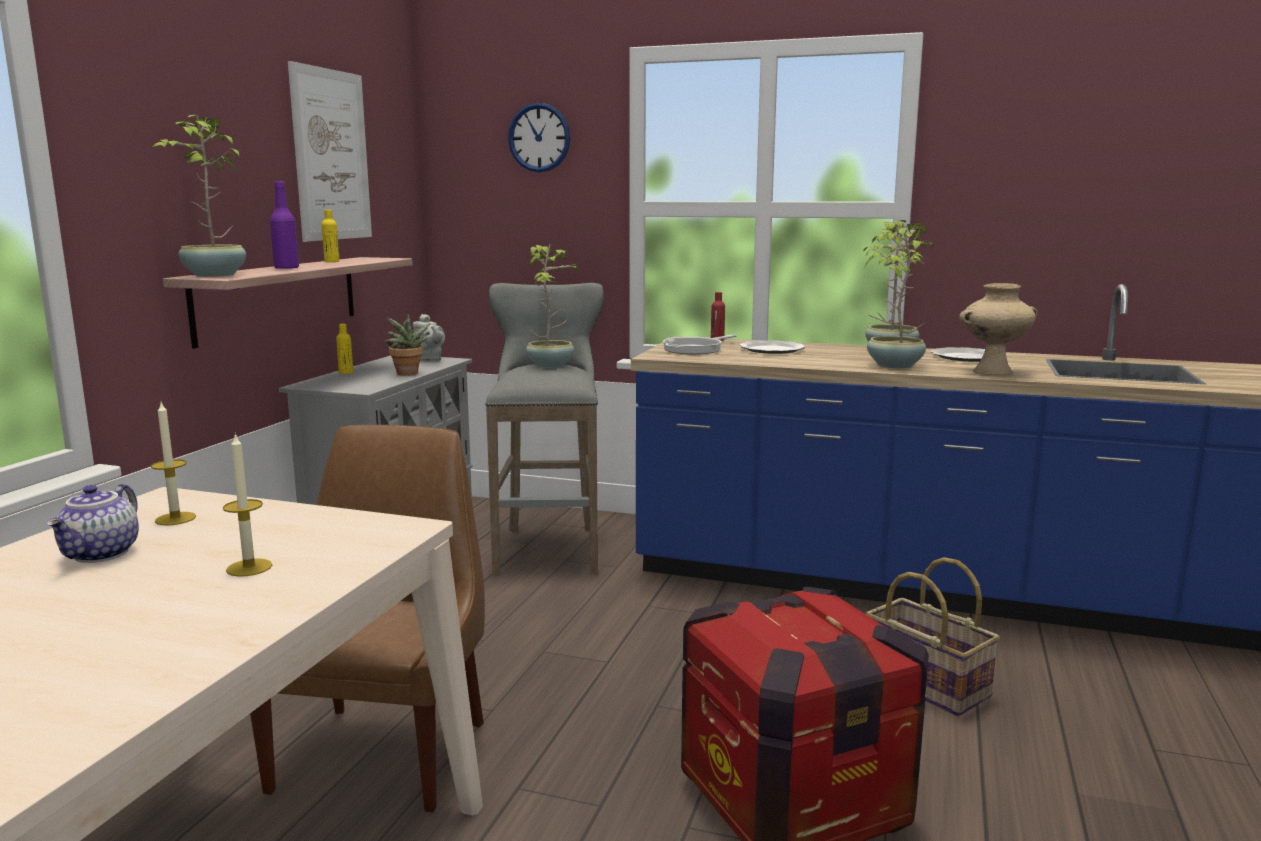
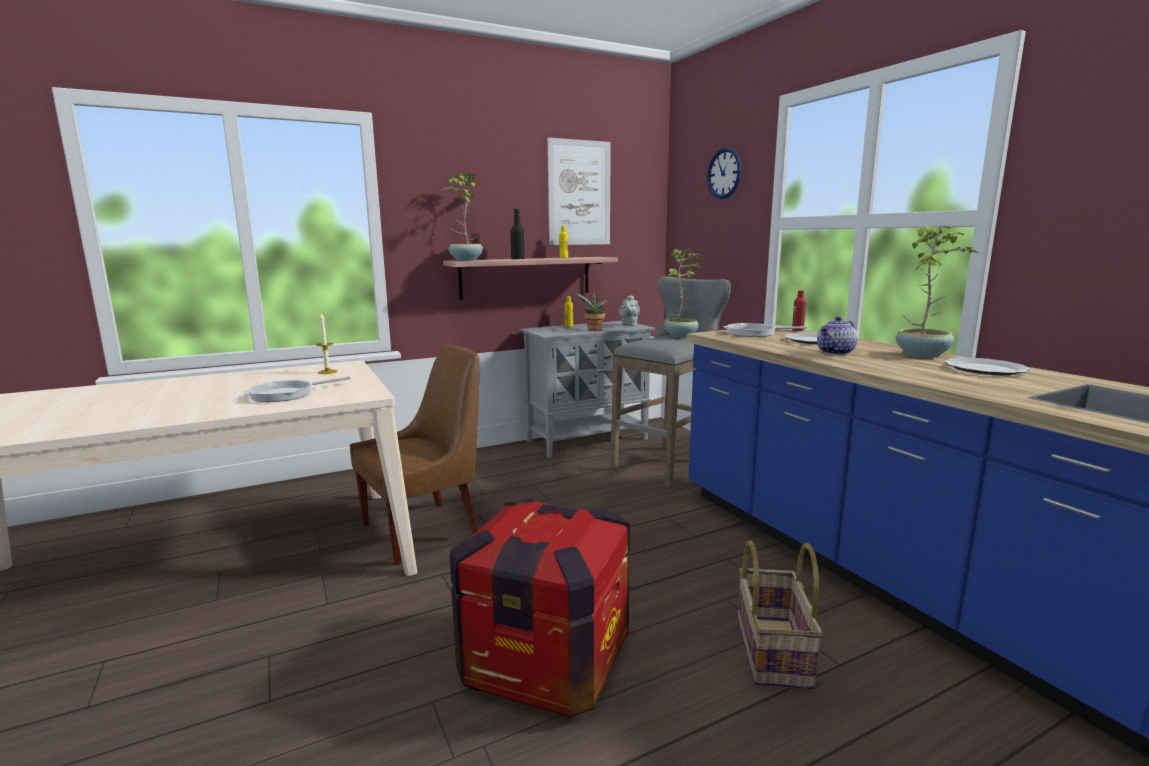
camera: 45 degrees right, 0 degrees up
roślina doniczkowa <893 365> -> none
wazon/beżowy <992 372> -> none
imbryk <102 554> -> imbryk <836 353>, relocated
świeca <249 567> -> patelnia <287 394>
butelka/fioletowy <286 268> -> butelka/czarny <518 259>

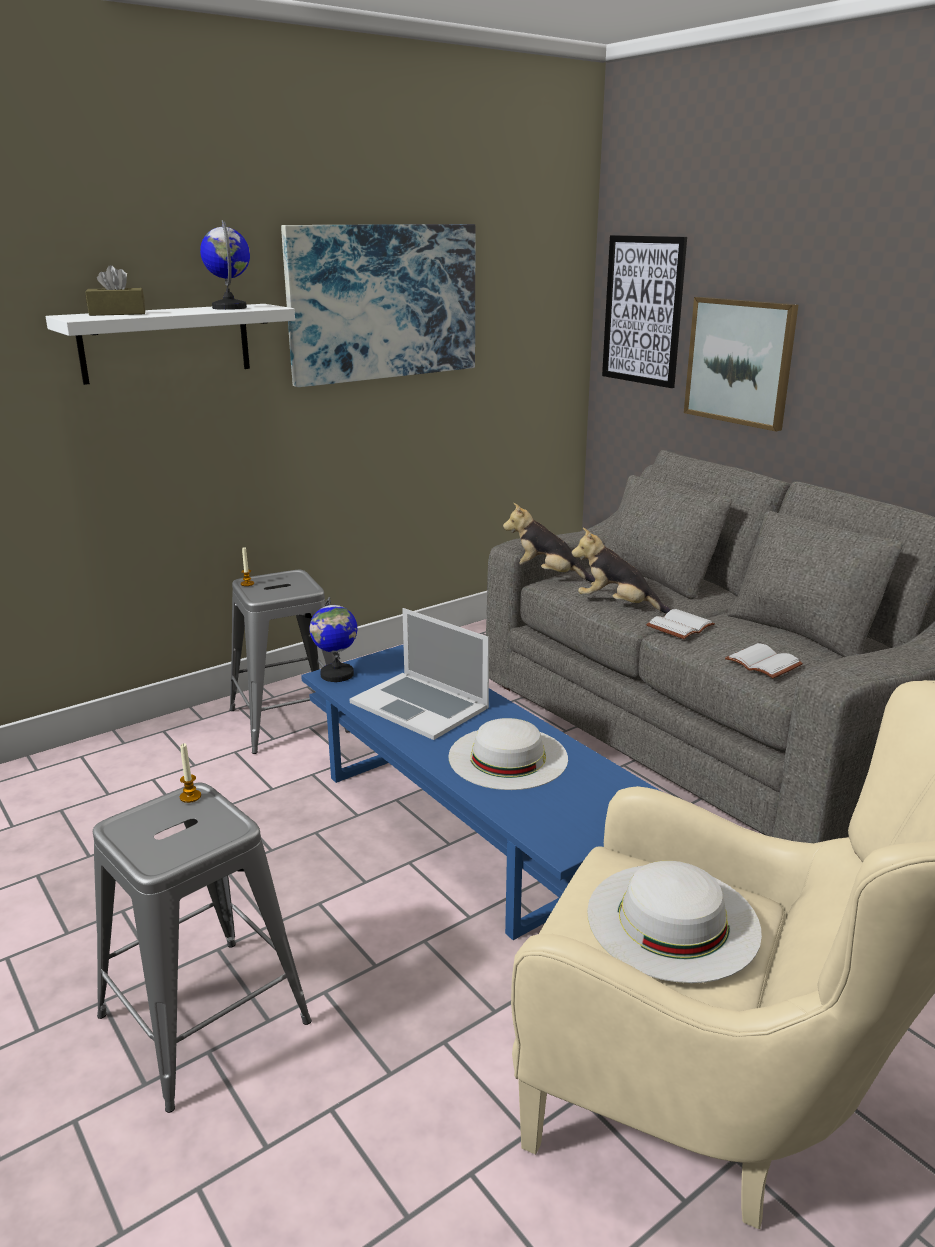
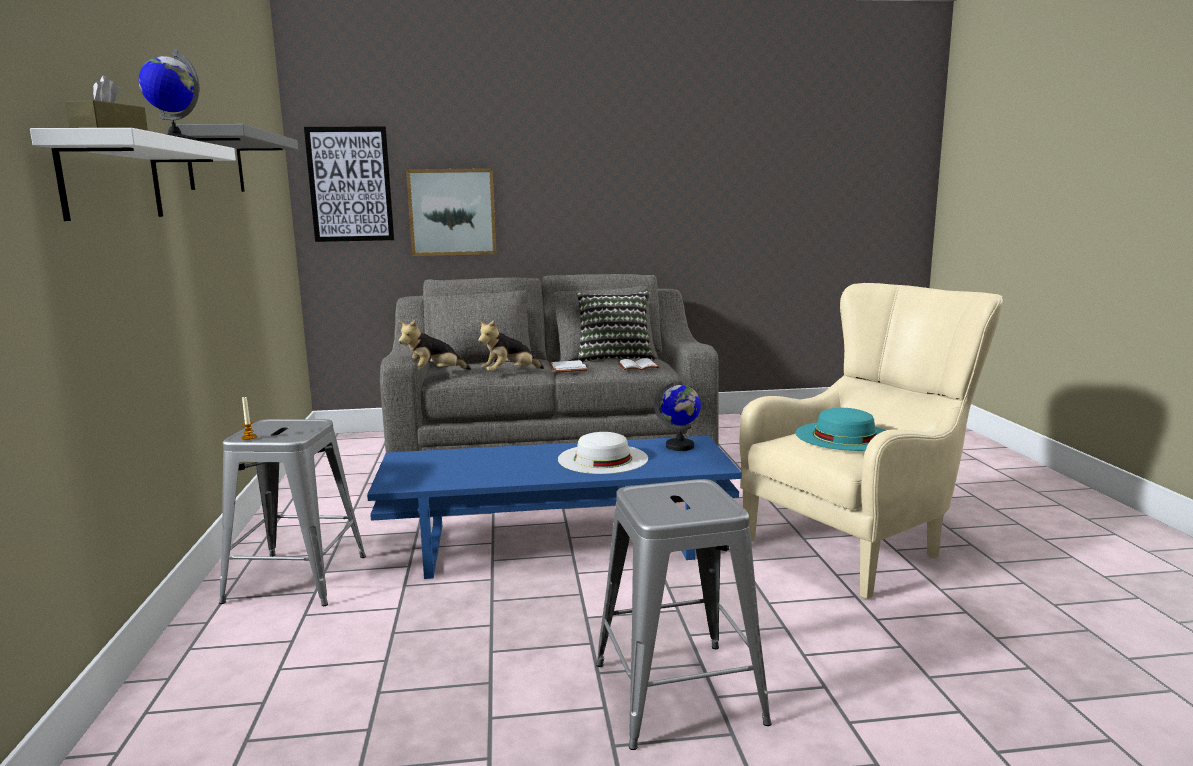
camera: 60 degrees left, 10 degrees down
świeca <190 796> -> none
laptop <420 705> -> none
none -> poduszka <614 358>
globus <336 674> -> globus <680 446>, relocated
obraz <383 302> -> półka/szary <215 162>
kapelusz/biały <673 920> -> kapelusz/turkusowy <844 436>

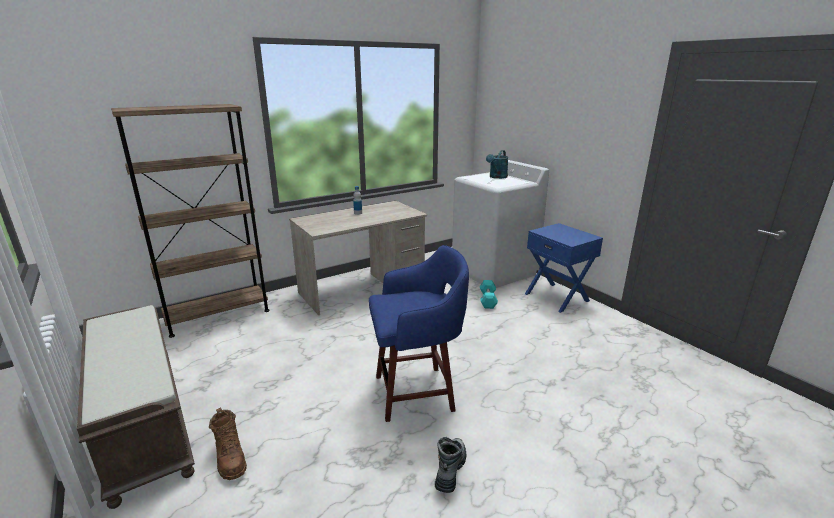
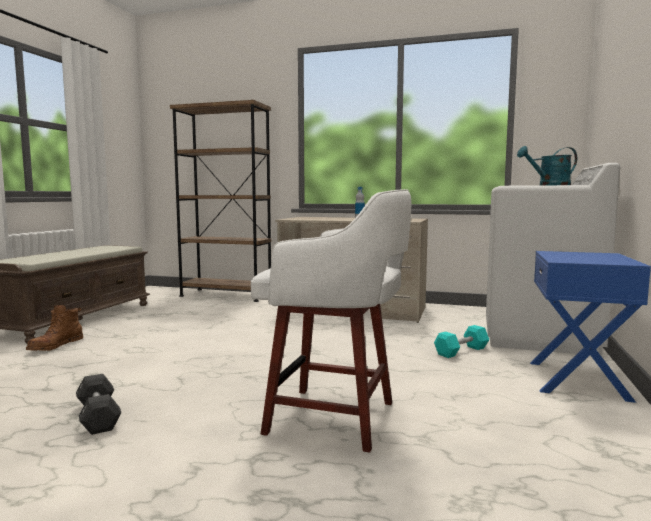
camera: 50 degrees right, 15 degrees down
stołek/niebieski <417 392> -> none
none -> stołek/biały <336 418>
but z cholewką <450 469> -> hantel/czarny <98 416>

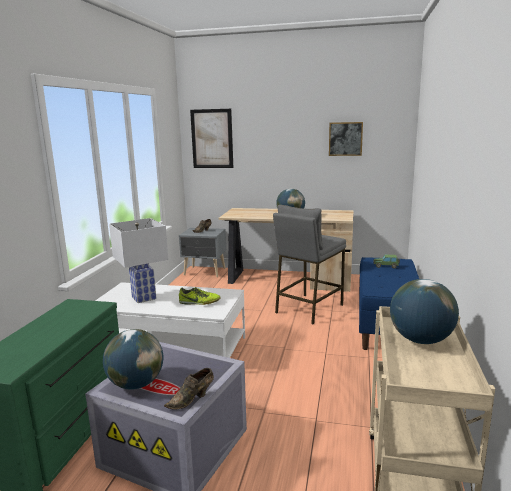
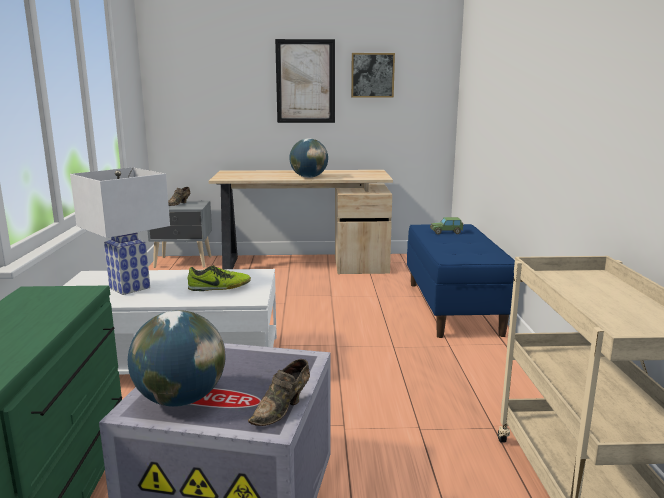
camera: 15 degrees left, 0 degrees up
stołek/szary <308 308> -> none
globus <421 340> -> none
obraz <212 139> -> obraz <305 81>, relocated

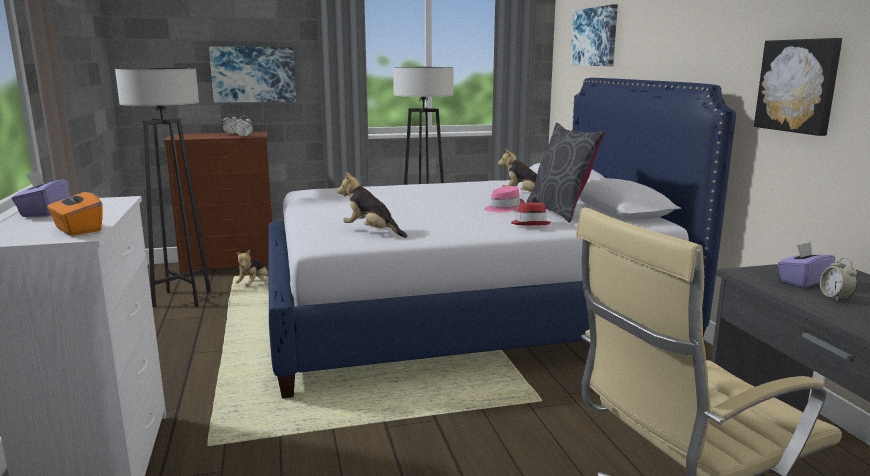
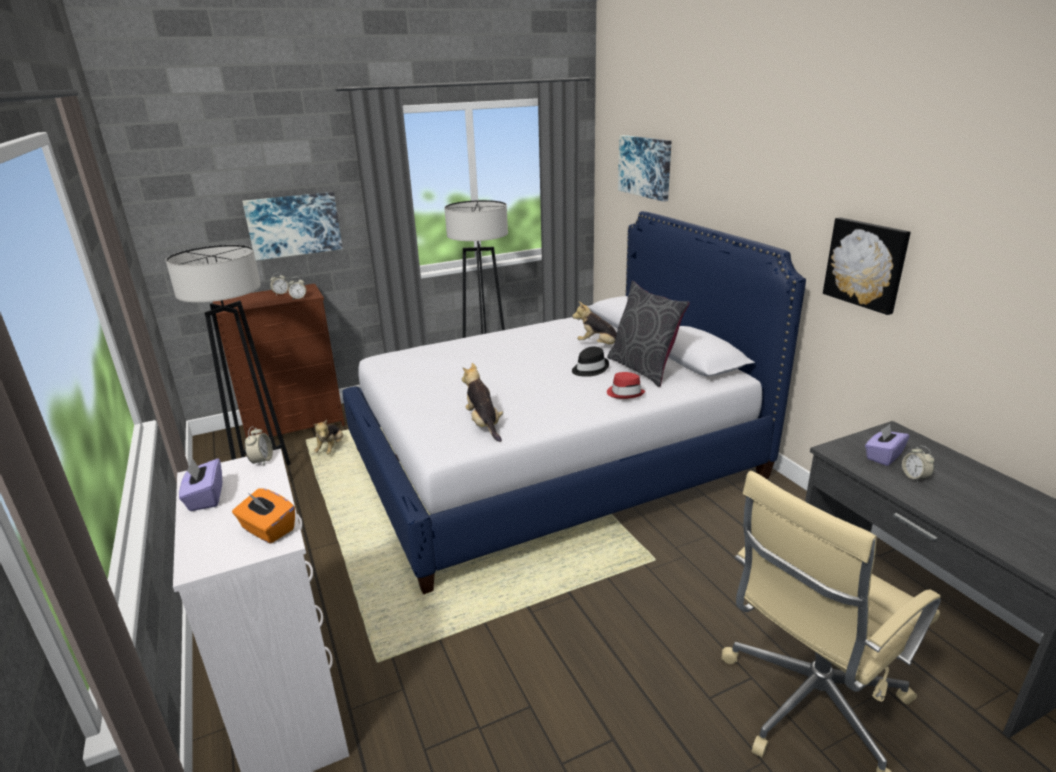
camera: 10 degrees left, 10 degrees up
none -> budzik <262 461>
kapelusz/różowy <503 208> -> kapelusz/czarny <589 369>
pluszak <371 232> -> pluszak <484 424>, 45 degrees clockwise

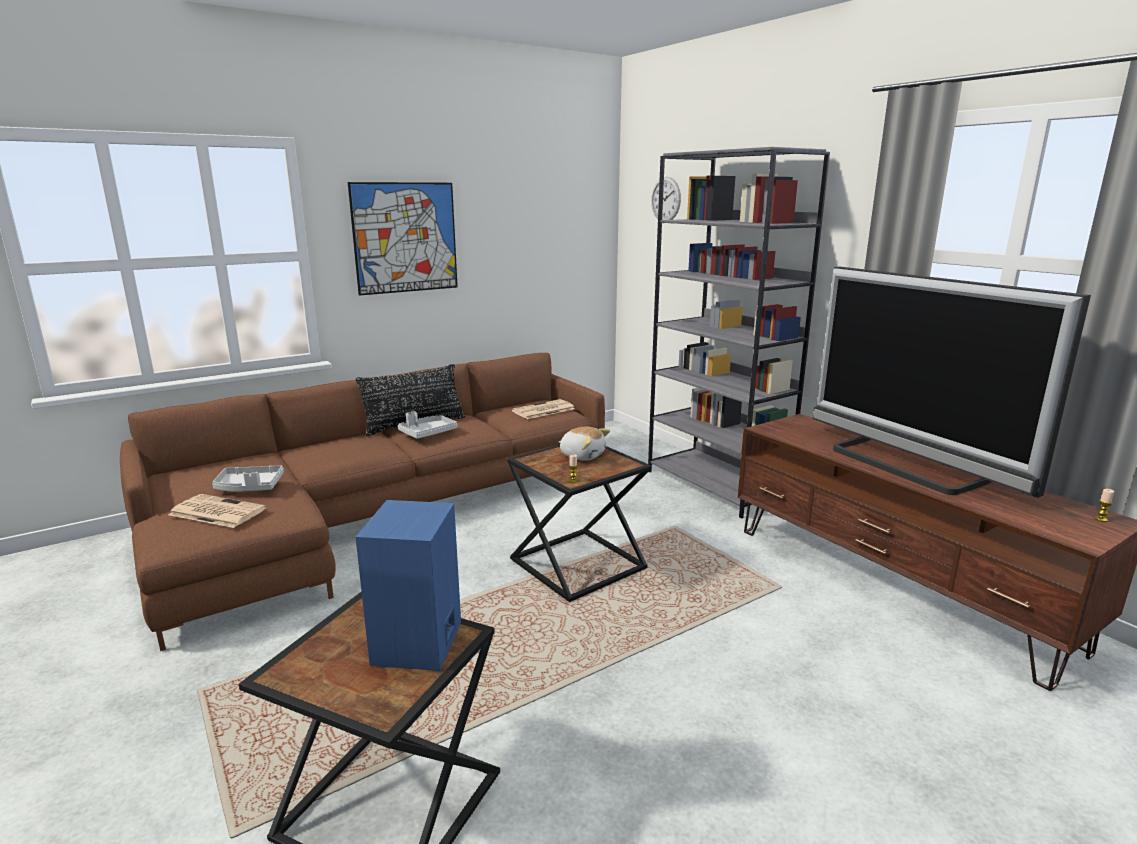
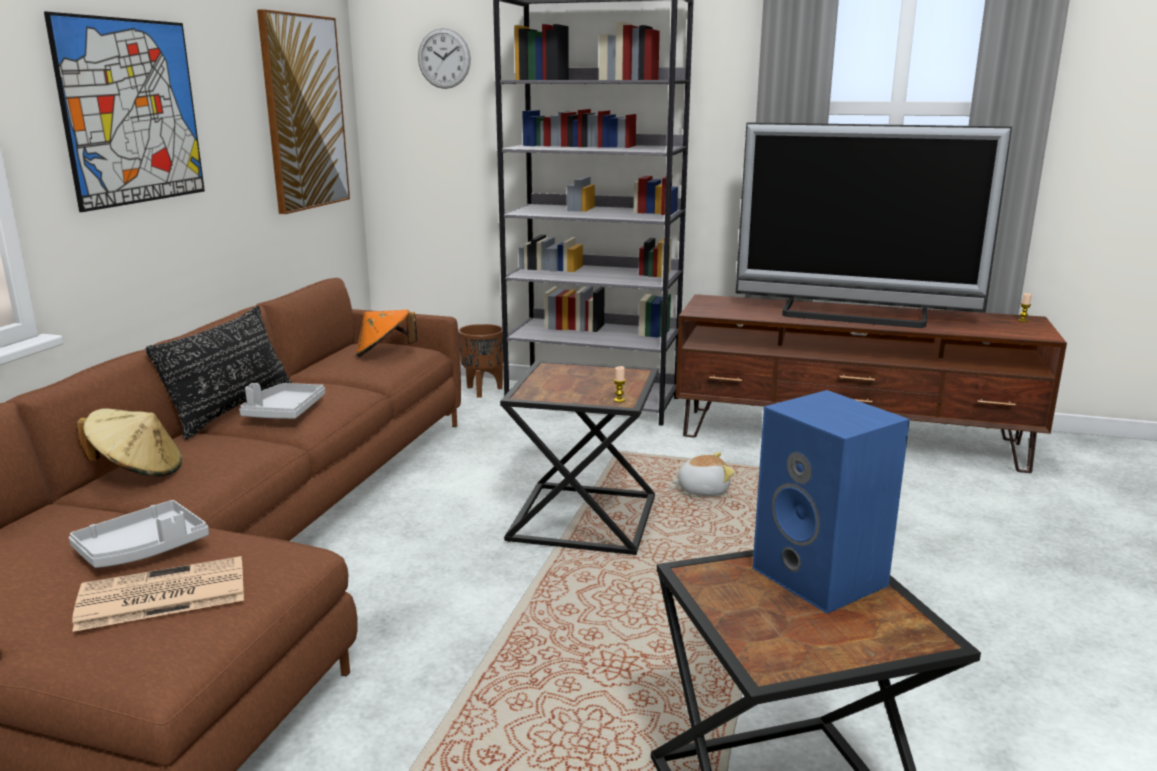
camera: 40 degrees left, 0 degrees up
none -> kapelusz/beżowy <138 471>
none -> obraz <304 113>
none -> donica/brązowy <482 391>
pluszak <582 455> -> pluszak <702 490>, relocated
gazeta <543 410> -> kapelusz/pomarańczowy <384 353>

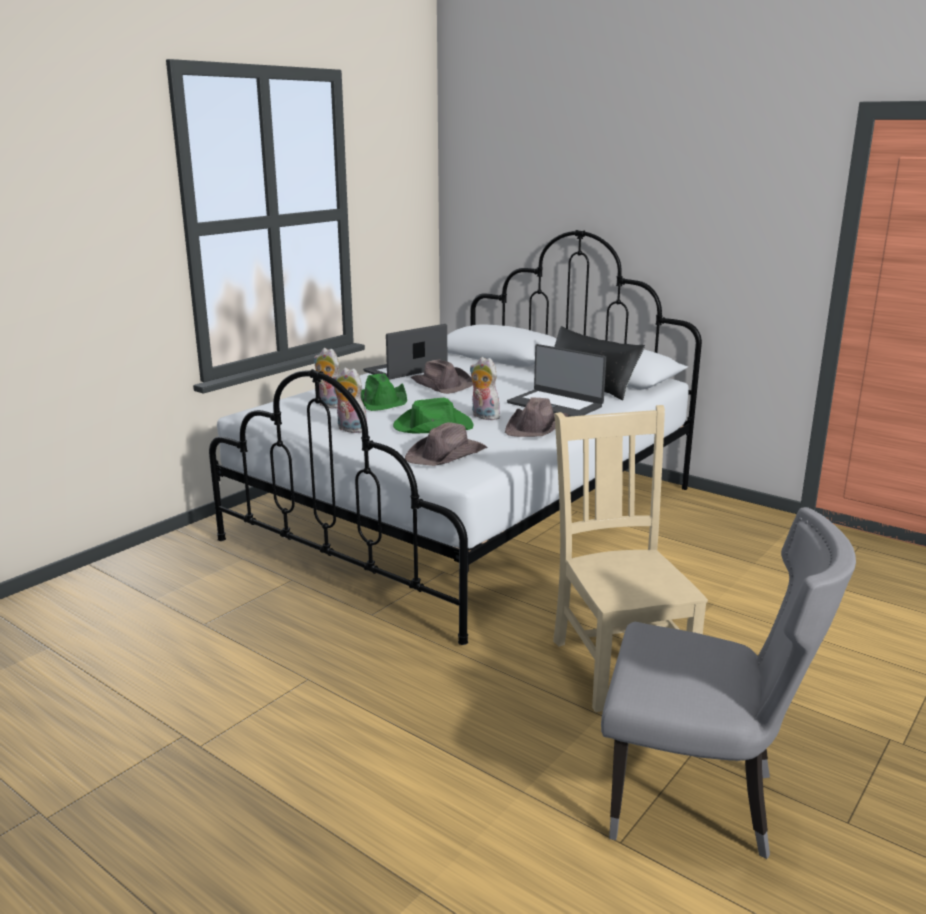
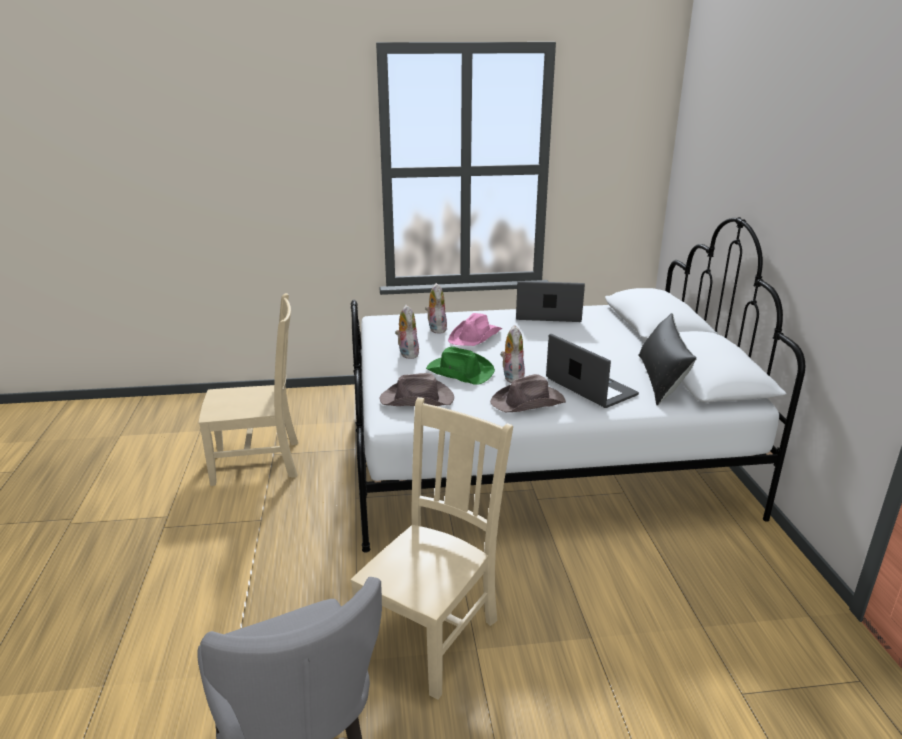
camera: 45 degrees right, 5 degrees up
kapelusz/brązowy <442 384> -> none
none -> krzesło/beżowy <260 462>
kapelusz/zielony <382 400> -> kapelusz/różowy <475 336>
laptop <555 404> -> laptop <590 387>, 150 degrees clockwise

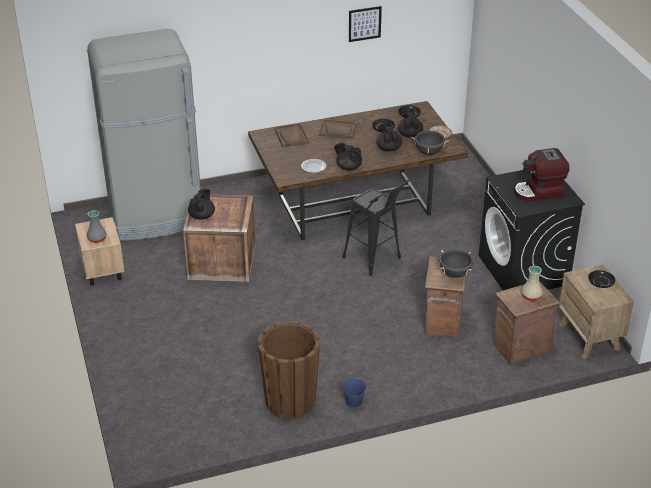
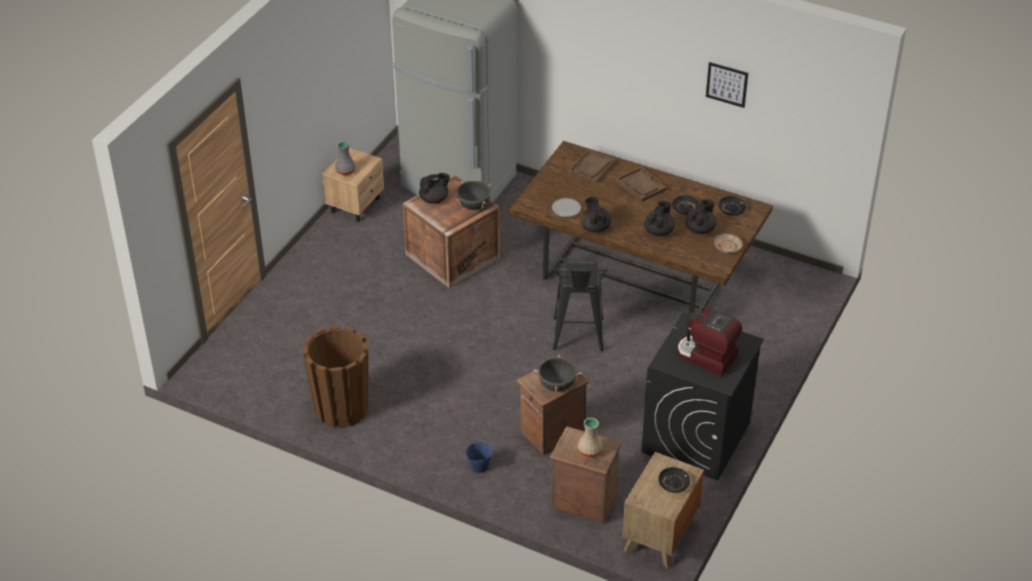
camera: 45 degrees right, 5 degrees up
wiadro/niebieski <354 401> -> wiadro/niebieski <479 466>, relocated
garnek/czarny <429 152> -> garnek/czarny <473 206>, relocated

